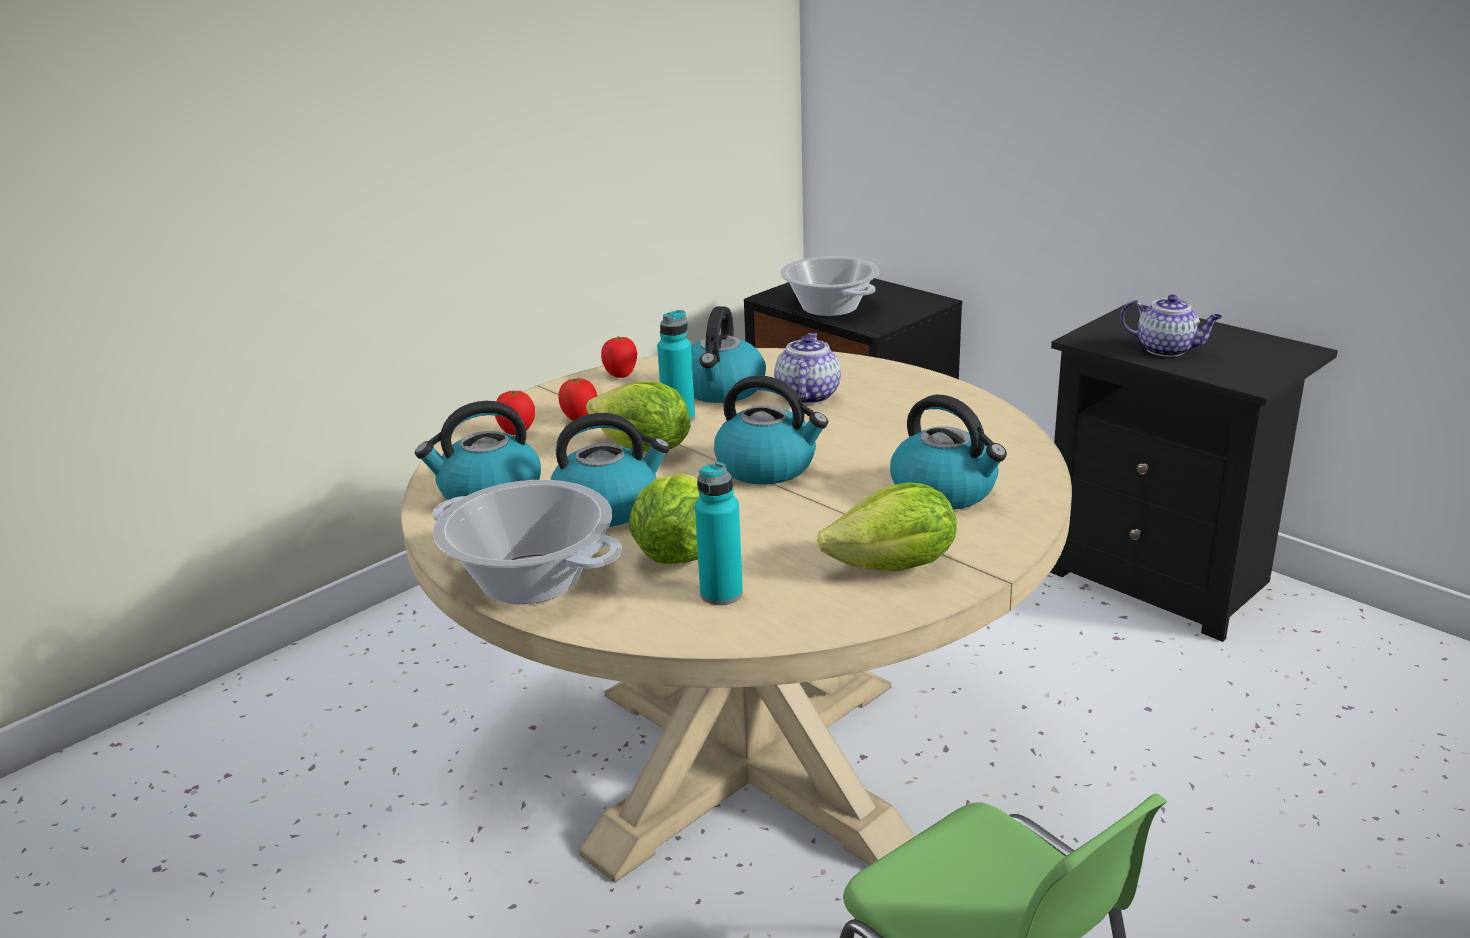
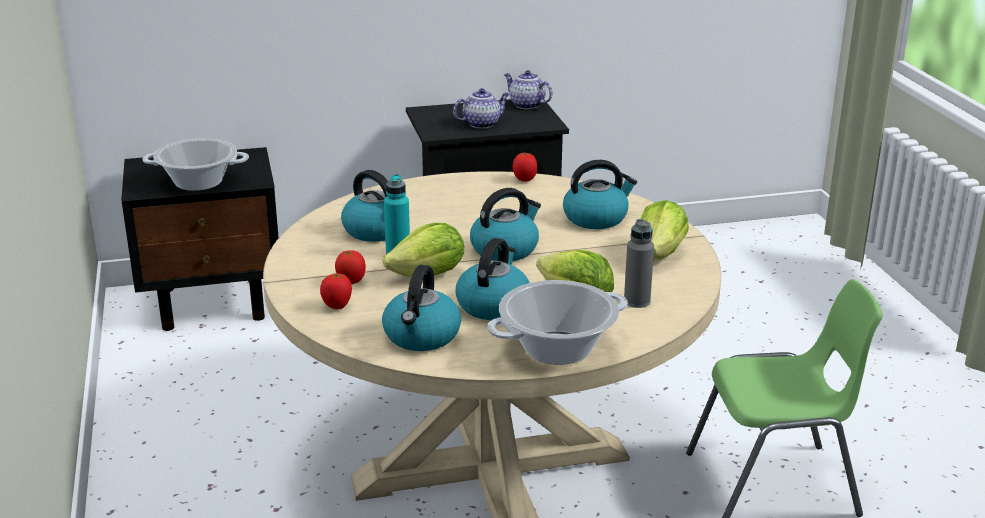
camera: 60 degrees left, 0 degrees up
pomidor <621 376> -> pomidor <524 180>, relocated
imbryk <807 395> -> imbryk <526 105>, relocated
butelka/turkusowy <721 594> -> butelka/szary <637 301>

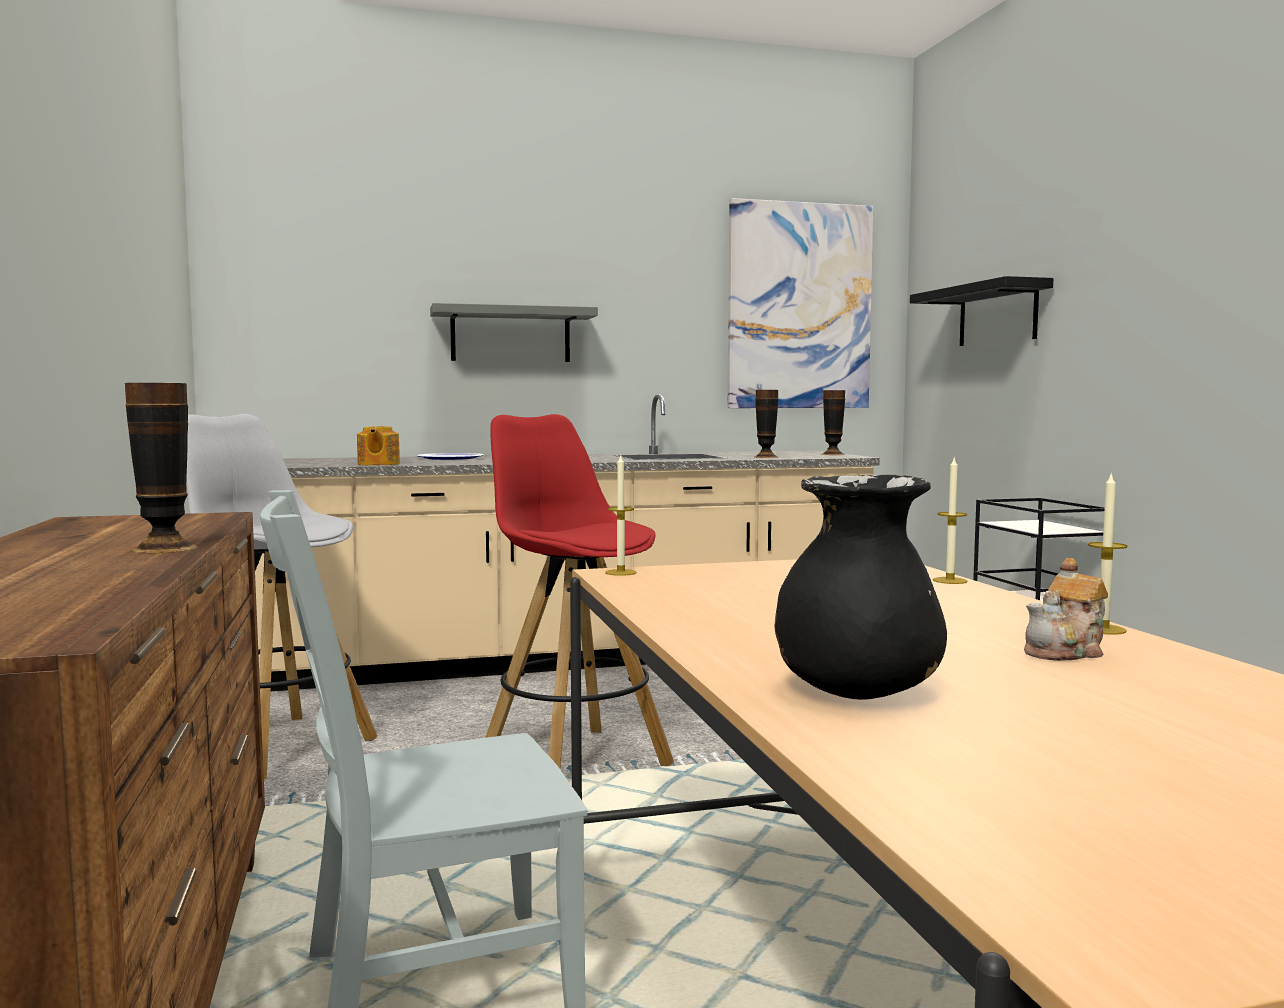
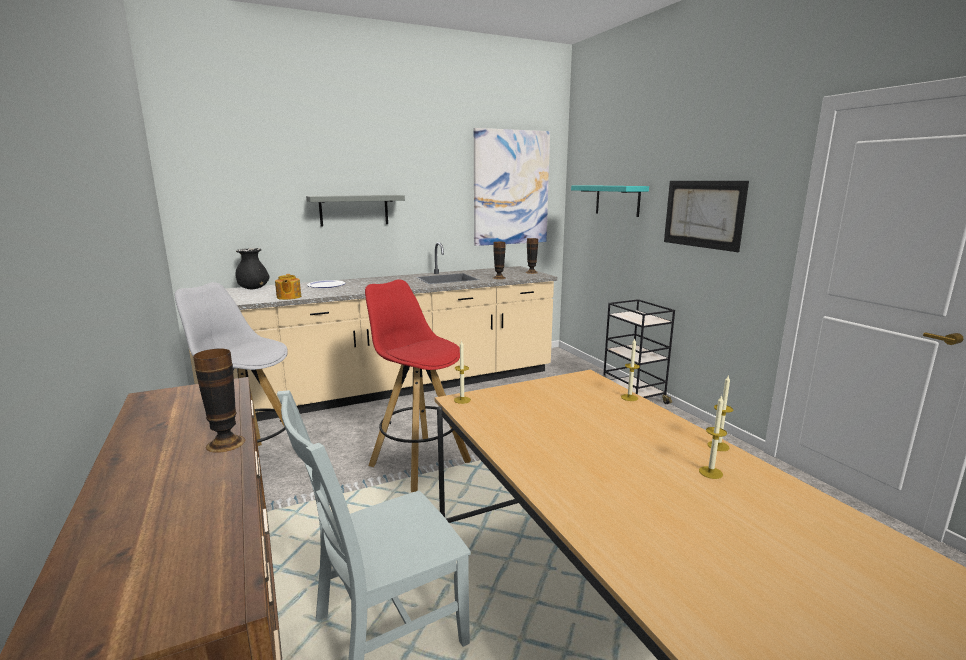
camera: 10 degrees left, 10 degrees up
none -> obraz <703 214>
wazon/czarny <857 692> -> wazon/czarny <253 288>, relocated
imbryk <1066 652> -> świeca <710 472>
półka/czarny <997 315> -> półka/turkusowy <617 200>

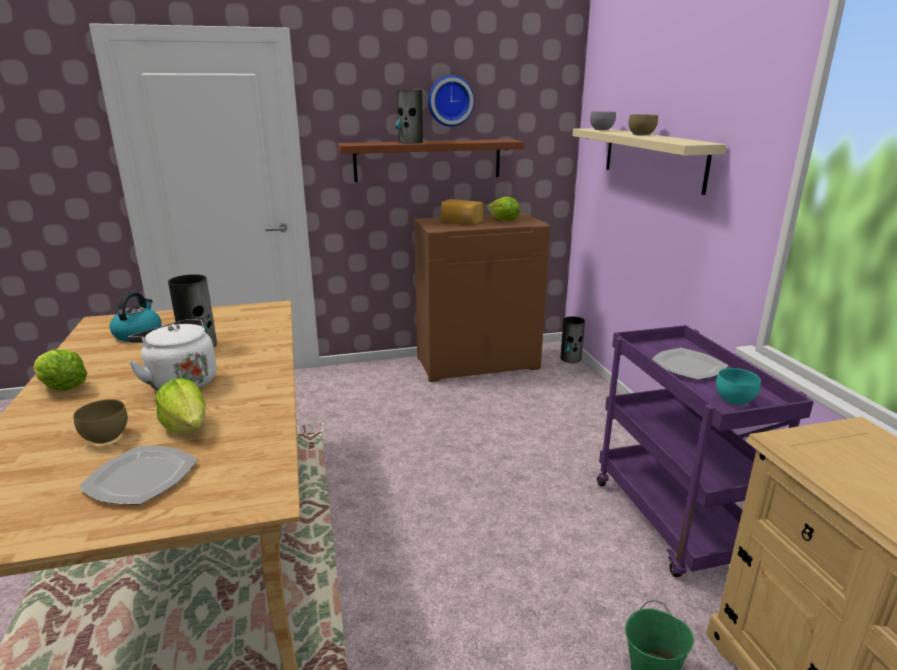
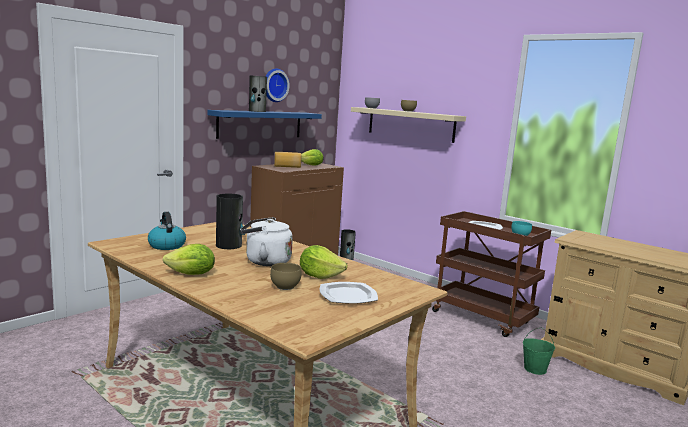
camera: 35 degrees left, 10 degrees down
półka/brązowy <428 160> -> półka/niebieski <260 124>
wózek/fioletowy <675 522> -> wózek/brązowy <483 318>

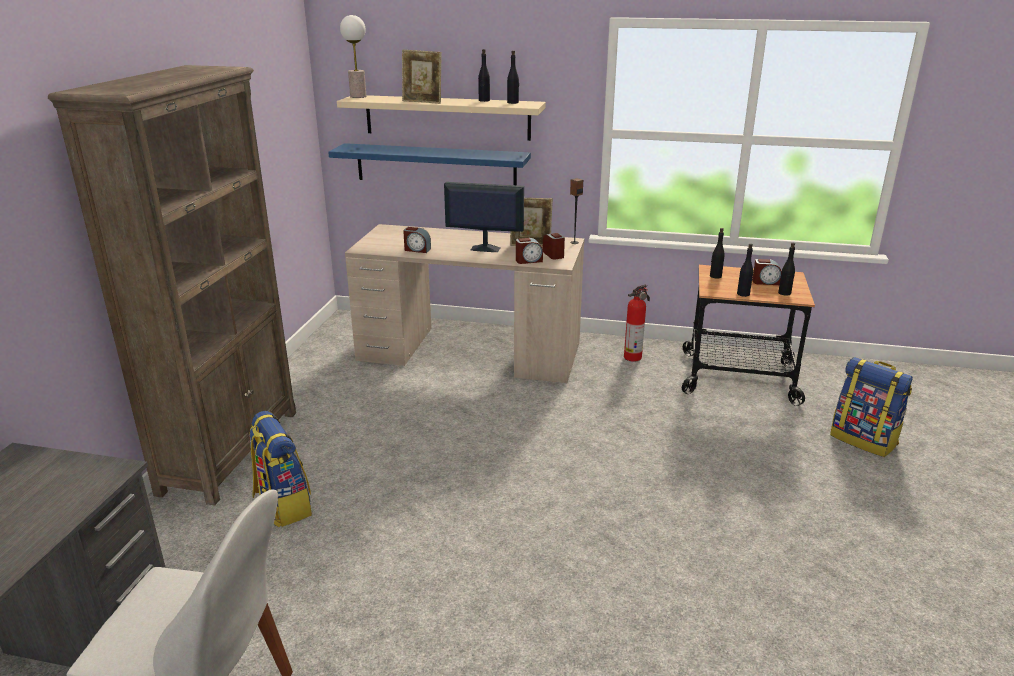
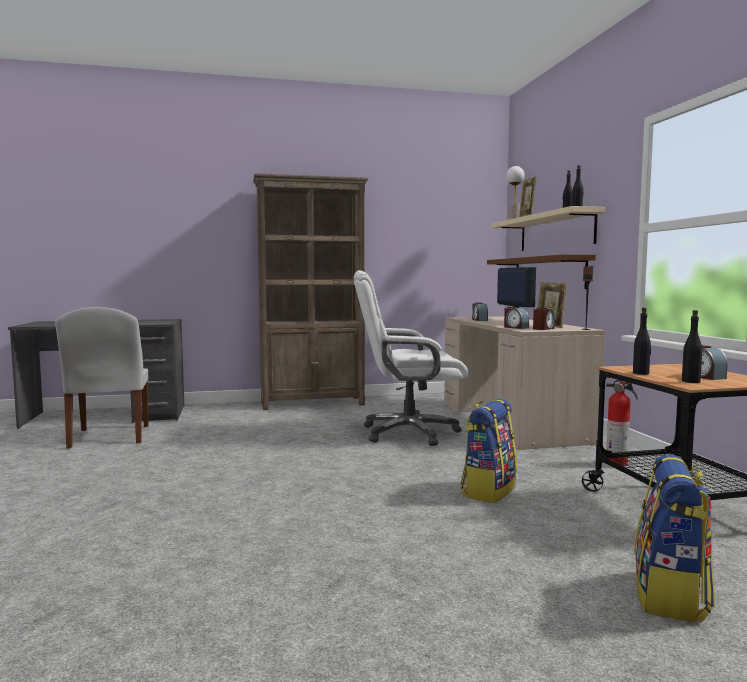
camera: 65 degrees right, 20 degrees down
butelka/czarny <715 276> -> none
none -> krzesło biurowe/biały <408 433>
plecak <282 505> -> plecak <488 490>, relocated
półka/niebieski <435 166> -> półka/brązowy <548 272>

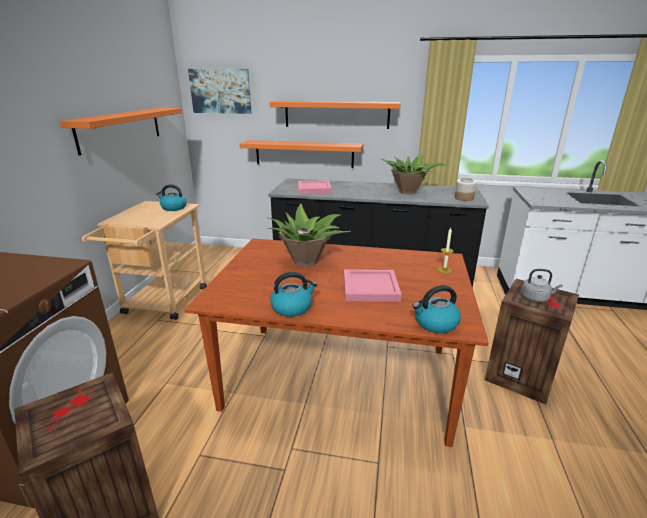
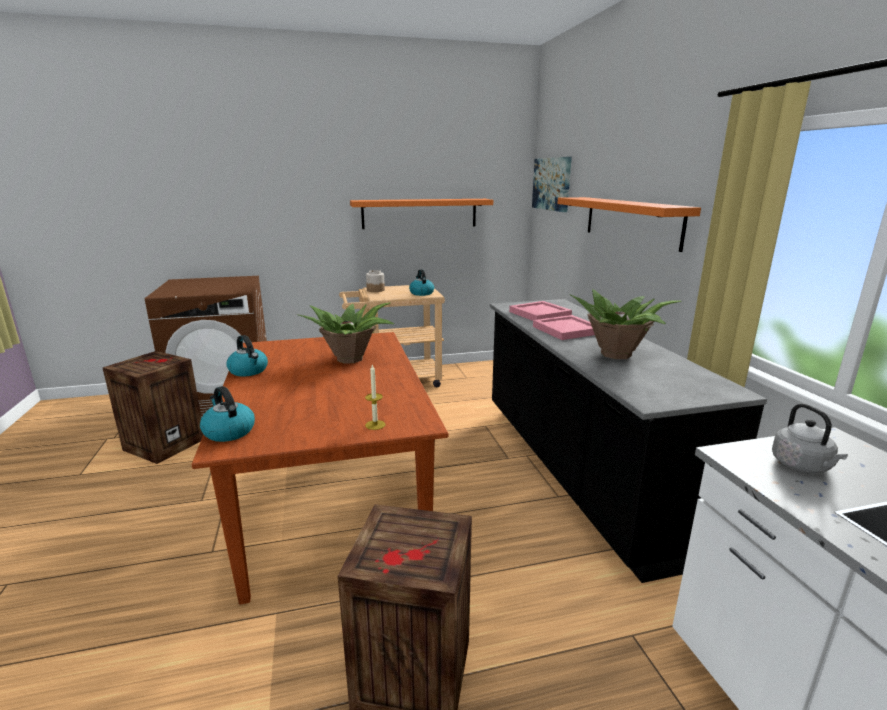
camera: 65 degrees right, 5 degrees down
półka/pomarańczowy <304 154> -> none
taca/różowy <371 287> -> taca/różowy <568 330>, relocated
słoik <463 198> -> słoik <375 290>, relocated
czajnik/szary <536 298> -> czajnik/szary <802 466>, relocated

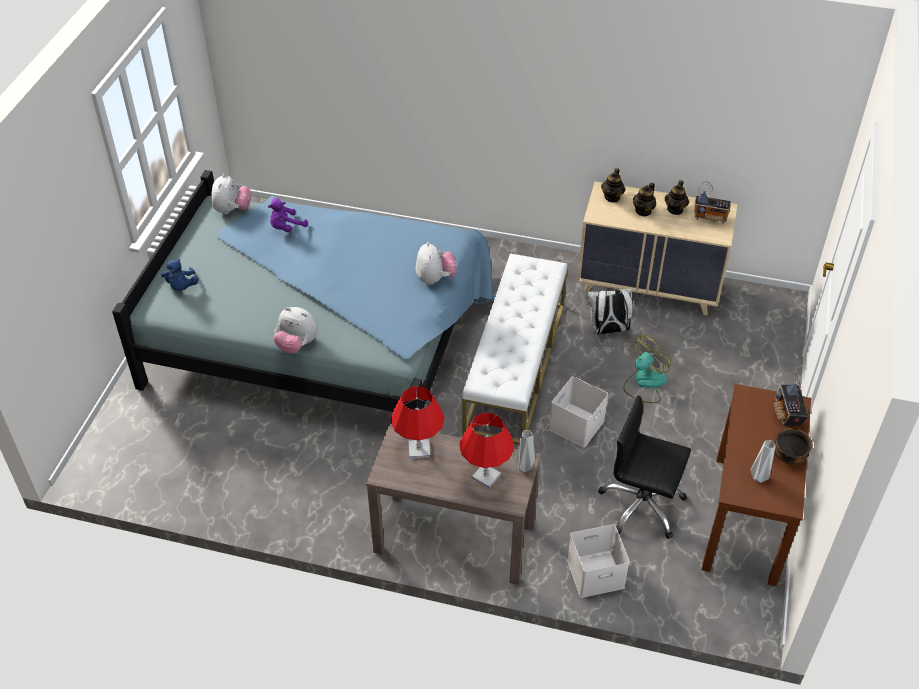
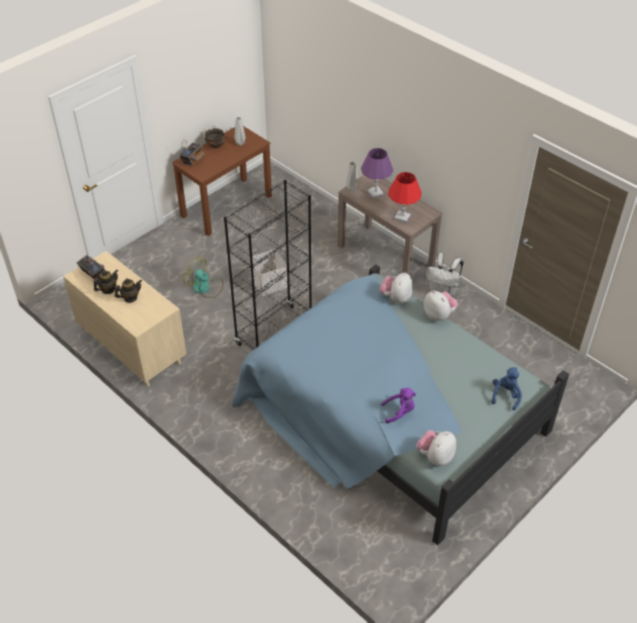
camera: 150 degrees left, 0 degrees up
pojemnik do przechowywania/biały <595 574> -> none
krzesło biurowe/czarny <641 506> -> none
imbryk <612 197> -> none
pluszak <435 278> -> pluszak <396 298>, relocated
plecak/biały <607 330> -> plecak/biały <443 291>, relocated
ławka/biały <515 366> -> regał/czarny <274 332>
lampa stołowa/czerwony <486 476> -> lampa stołowa/fioletowy <375 192>
wentylator <644 383> -> wentylator <205 288>, 45 degrees clockwise

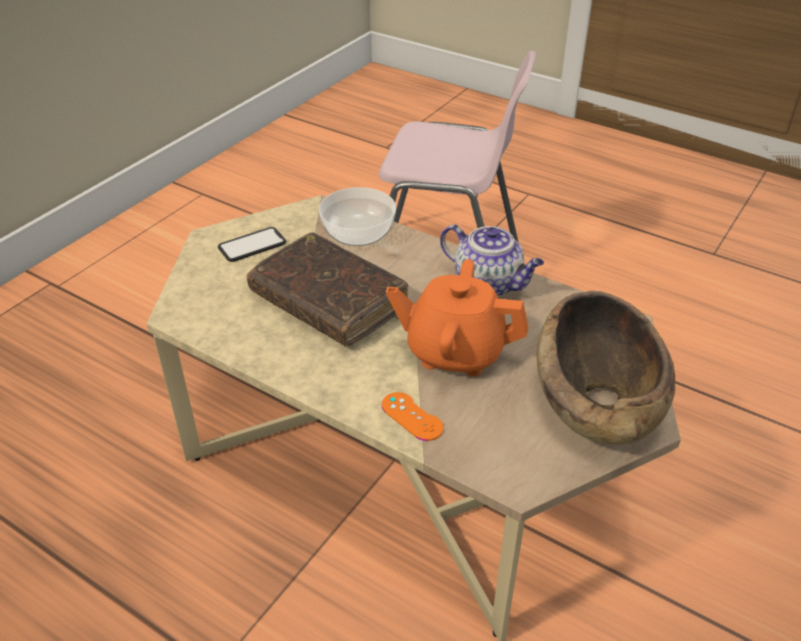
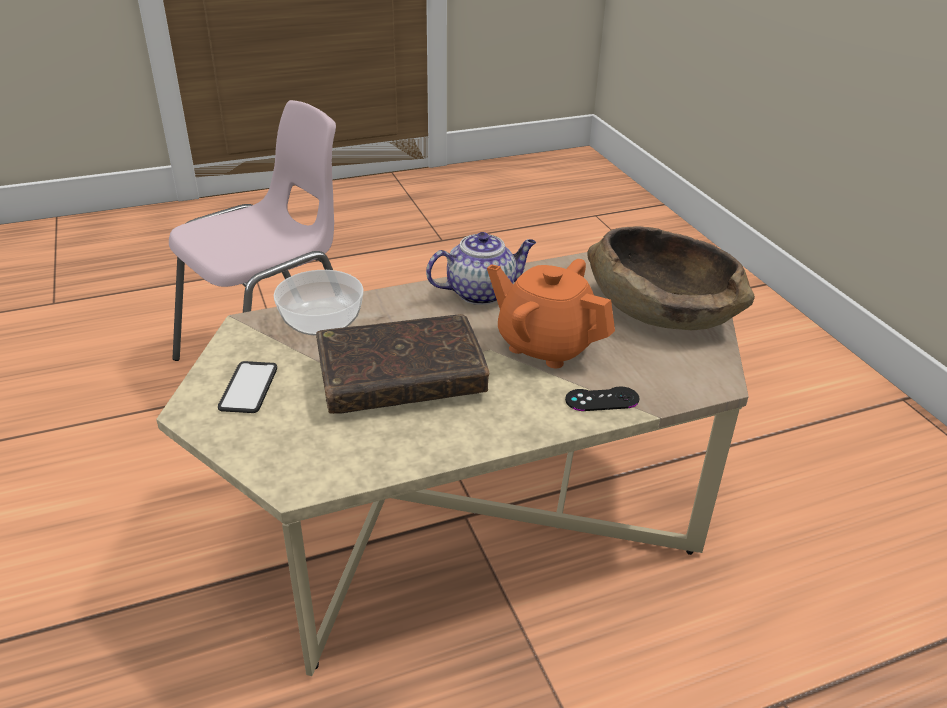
camera: 55 degrees left, 5 degrees down
pad do gier/pomarańczowy <412 416> -> pad do gier/czarny <602 399>
imbryk/pomarańczowy <454 351> -> imbryk/pomarańczowy <546 345>, 75 degrees clockwise

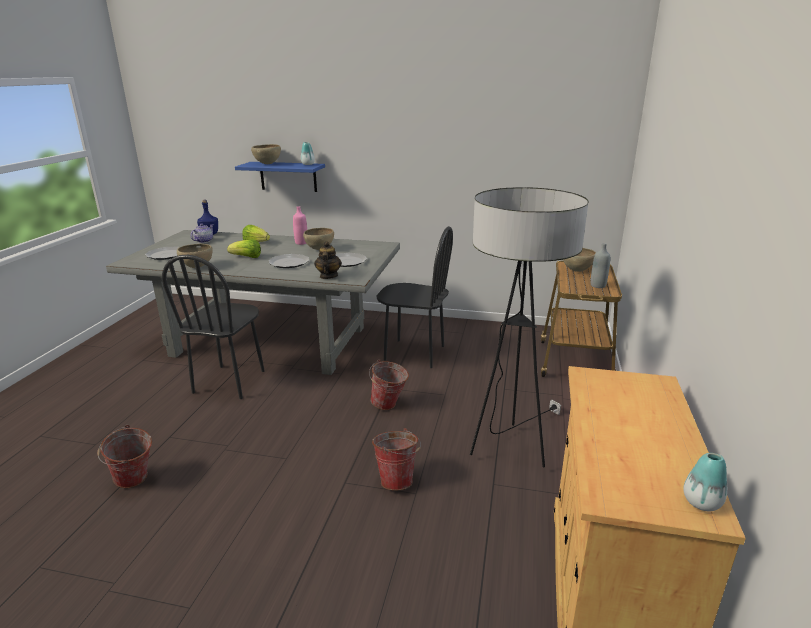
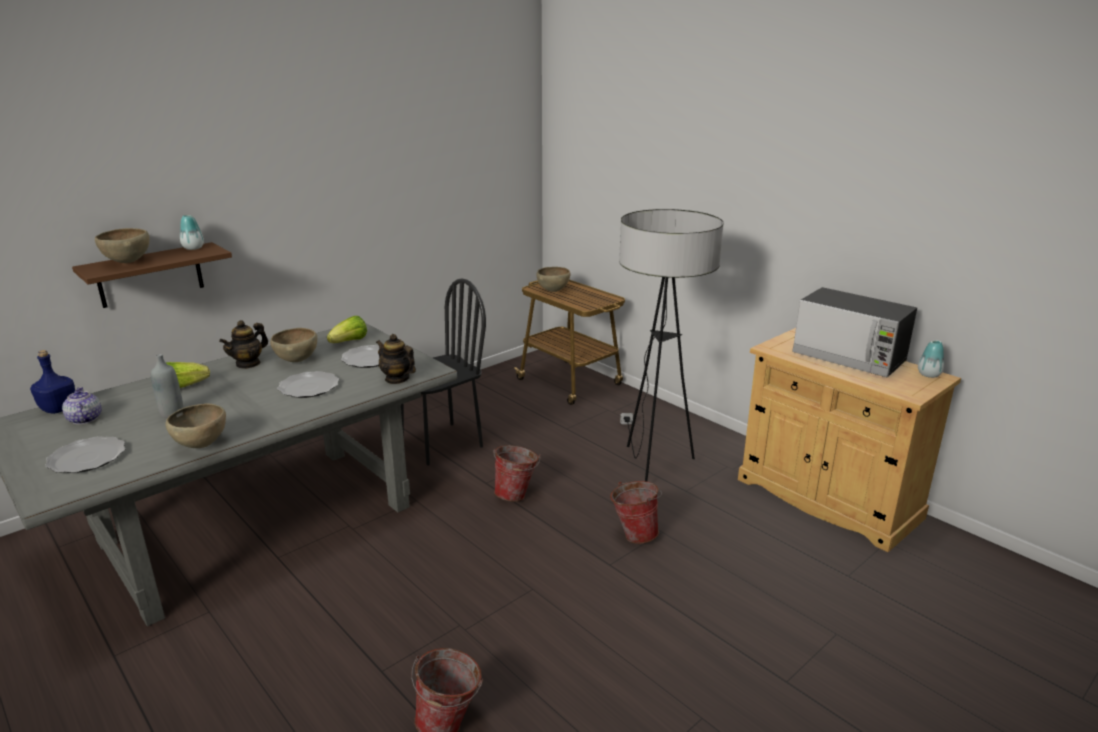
camera: 55 degrees left, 0 degrees up
krzesło/czarny <230 382> -> none
none -> mikrofalówka <849 358>
sałata <247 257> -> sałata <349 342>, relocated
butelka/szary <598 285> -> butelka/szary <172 413>, relocated
butelka/różowy <301 243> -> imbryk <248 363>
półka/niebieski <288 176> -> półka/brązowy <150 275>

